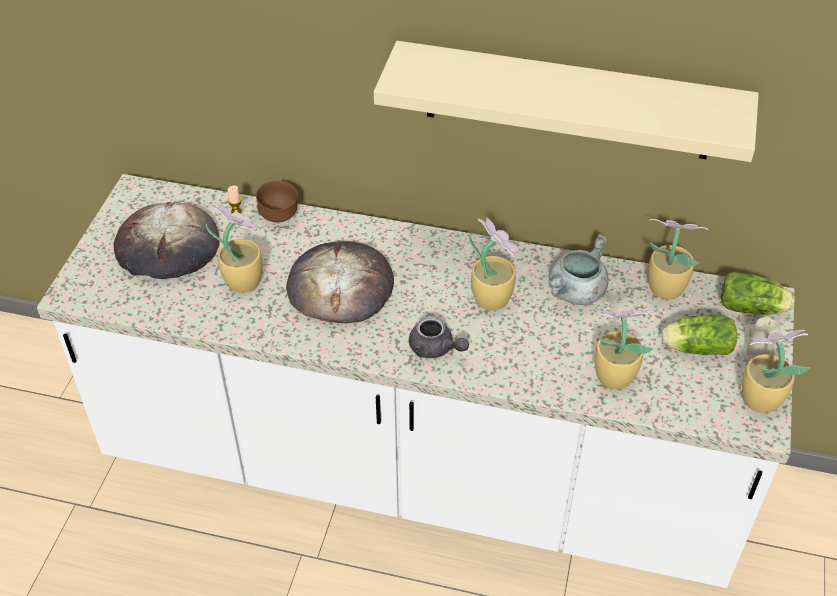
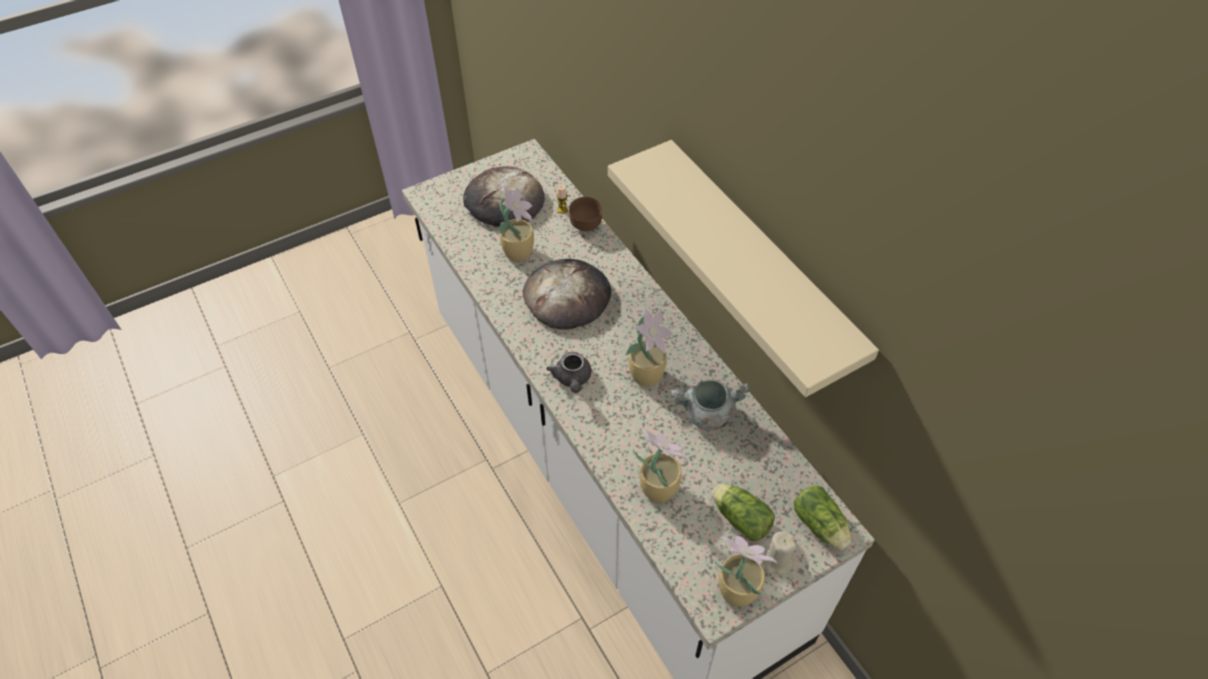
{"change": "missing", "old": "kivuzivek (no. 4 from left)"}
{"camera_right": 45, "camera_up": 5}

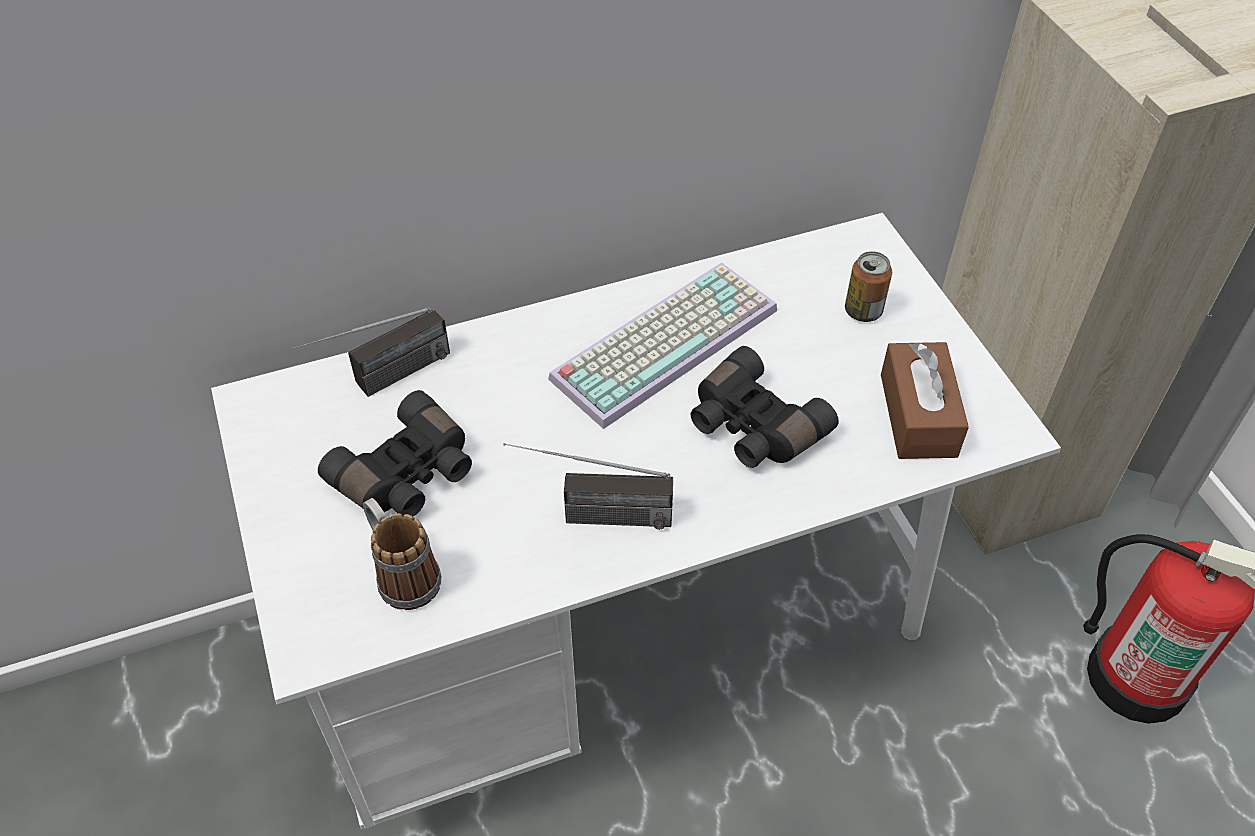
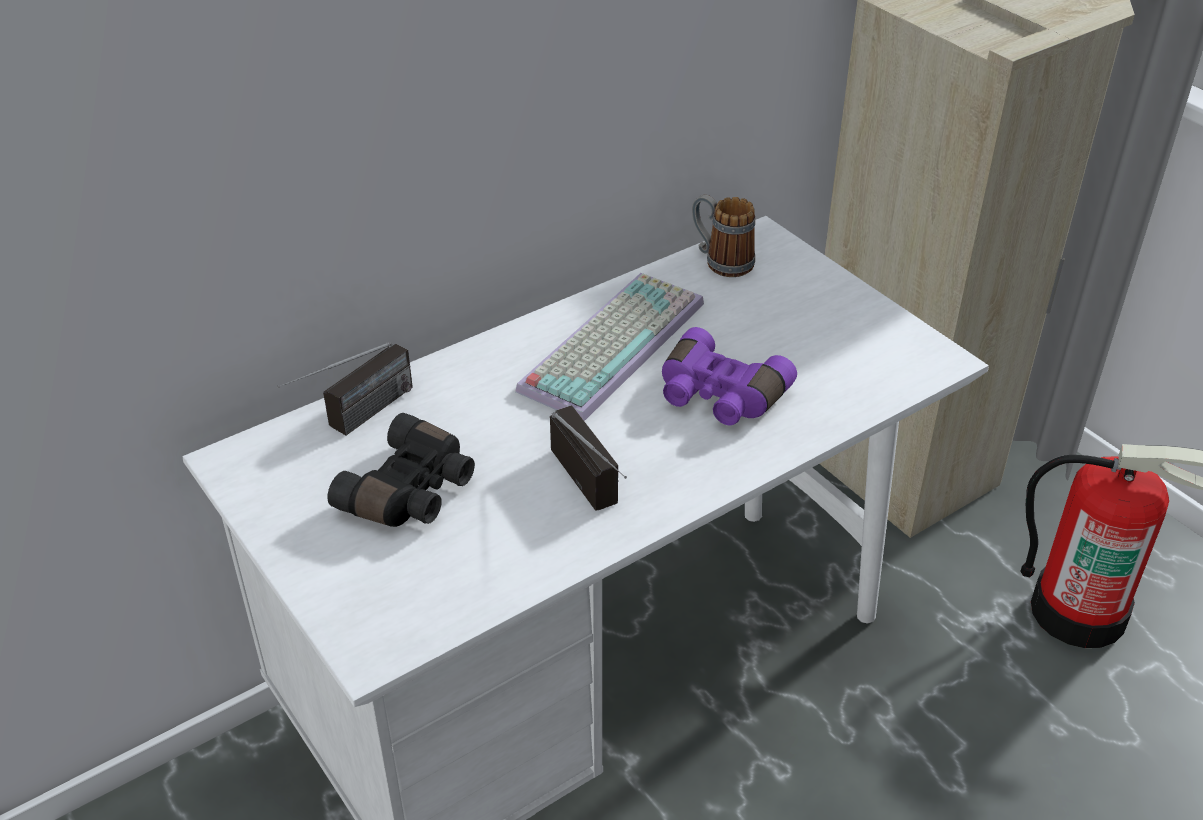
{"change": "relocated", "old": "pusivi"}
{"change": "spun", "old": "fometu (no. 2 from left)", "degrees": -105}
{"change": "colour", "old": "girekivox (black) (no. 2 from left)", "new": "girekivox (purple)"}
{"change": "missing", "old": "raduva"}
{"change": "missing", "old": "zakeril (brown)"}
{"camera_right": -15, "camera_up": -10}

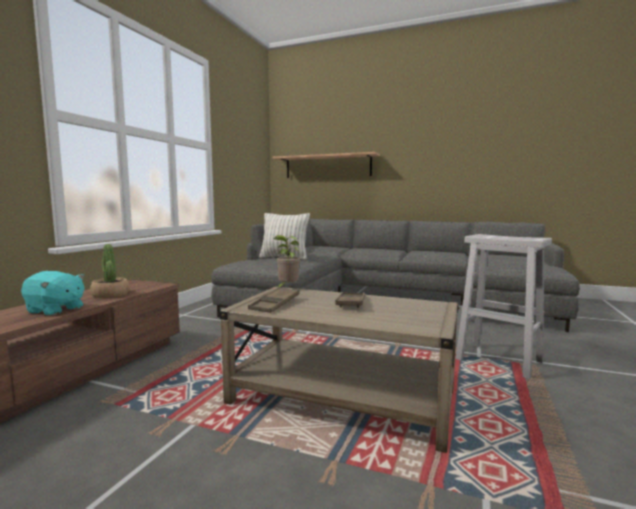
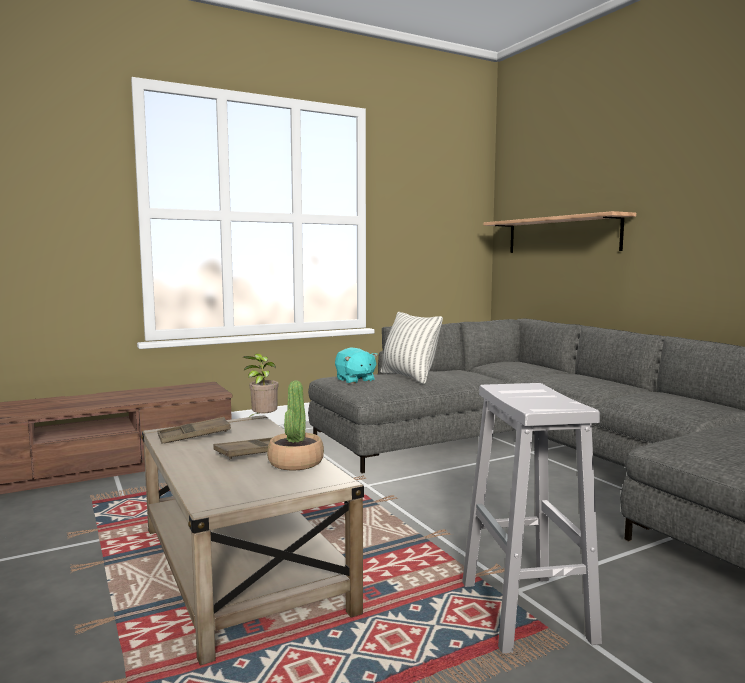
{"change": "relocated", "old": "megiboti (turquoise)"}
{"change": "relocated", "old": "kivuzivek (no. 1 from left in the first image)", "new": "kivuzivek (no. 2 from left)"}
{"camera_right": 40, "camera_up": 0}

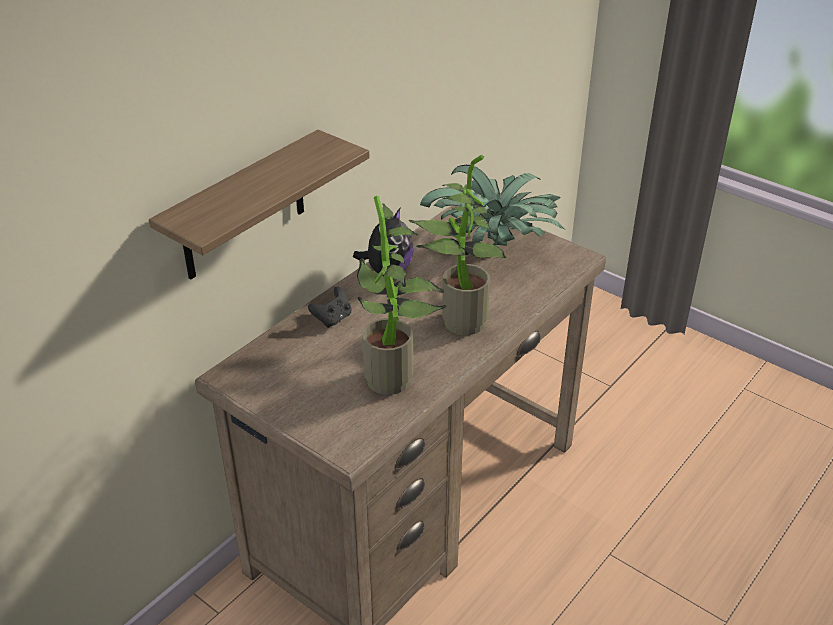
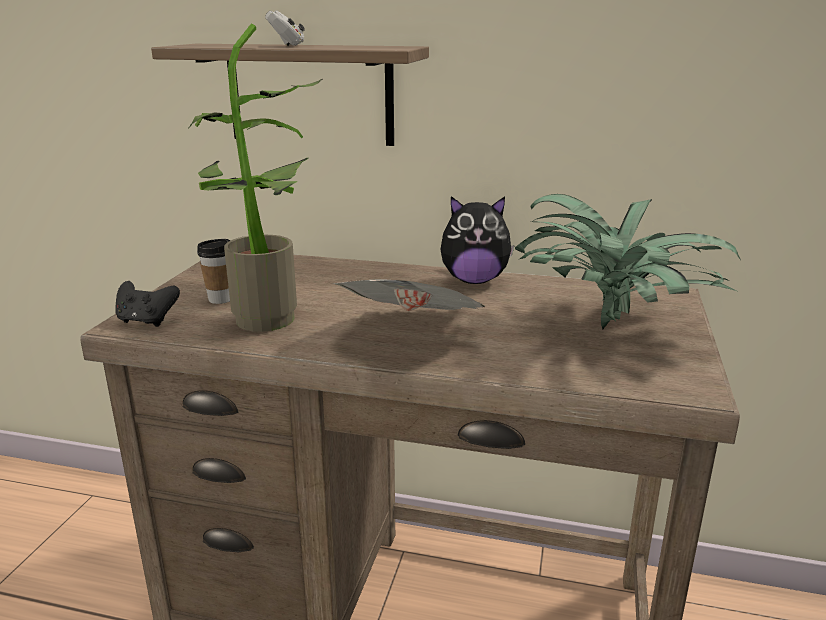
{"change": "relocated", "old": "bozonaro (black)"}
{"change": "exchanged", "old": "kivuzivek (no. 2 from left)", "new": "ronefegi"}
{"change": "appeared", "new": "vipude"}
{"change": "appeared", "new": "bozonaro (white)"}
{"camera_right": 65, "camera_up": -15}

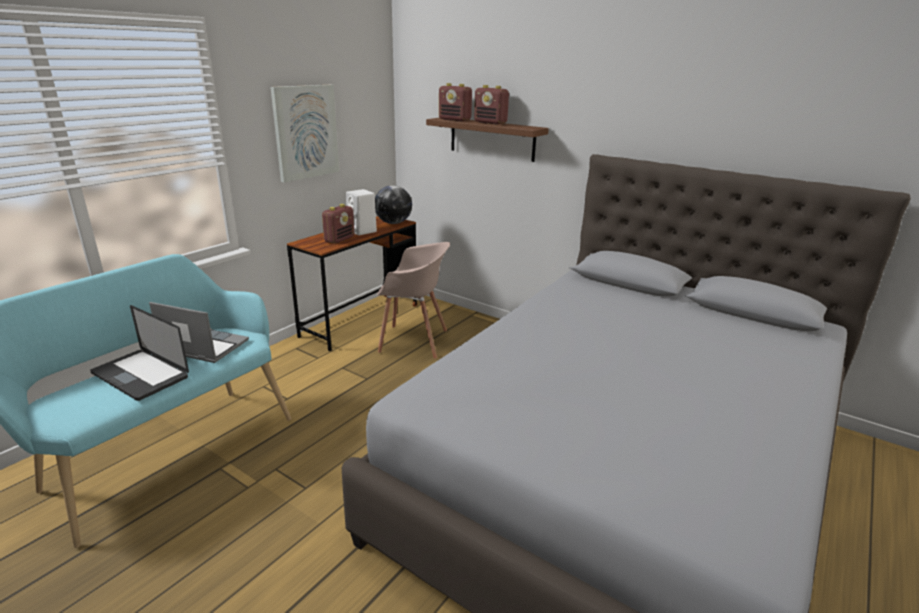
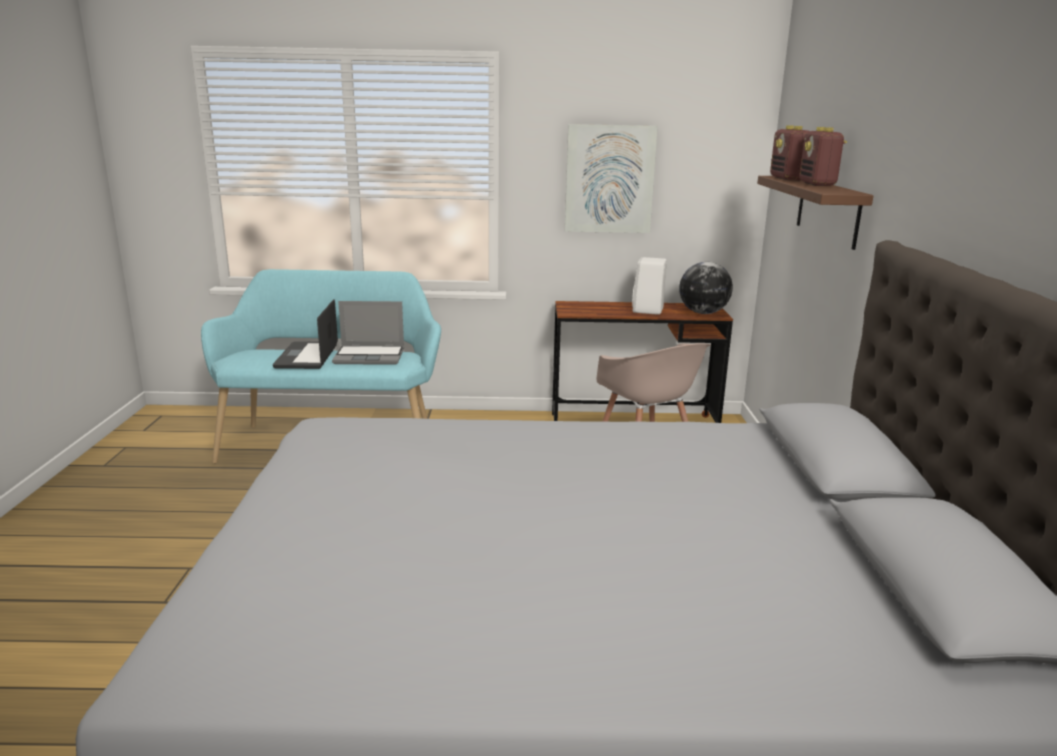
{"change": "spun", "old": "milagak (no. 2 from left)", "degrees": 105}
{"change": "missing", "old": "fometu (no. 1 from left)"}
{"camera_right": 55, "camera_up": -5}

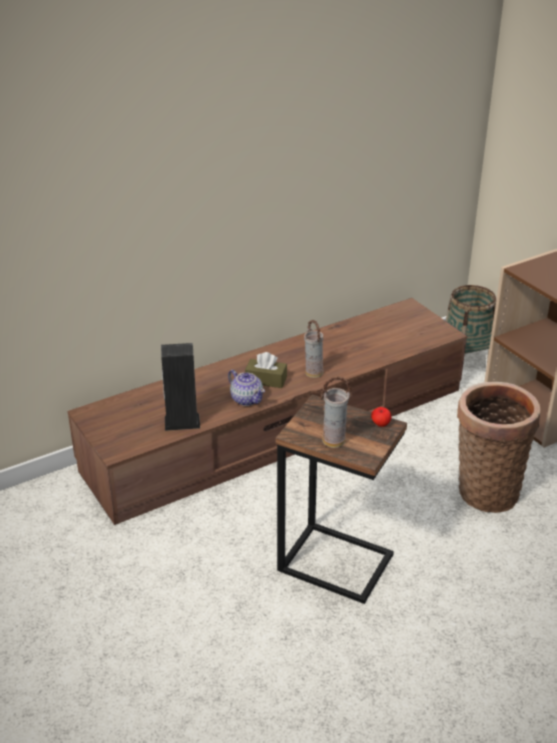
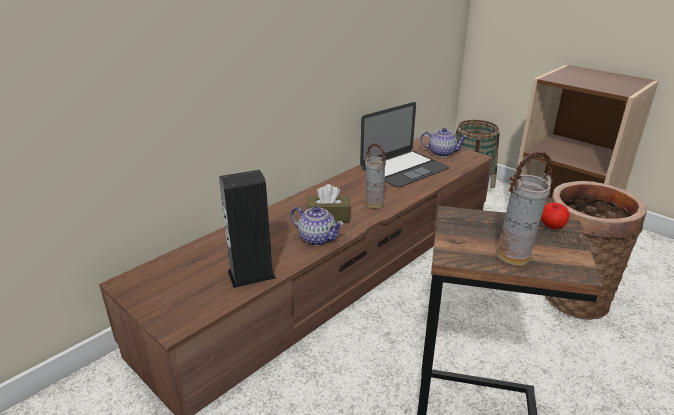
{"change": "appeared", "new": "milagak"}
{"change": "appeared", "new": "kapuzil (no. 2 from left)"}
{"camera_right": -15, "camera_up": -5}

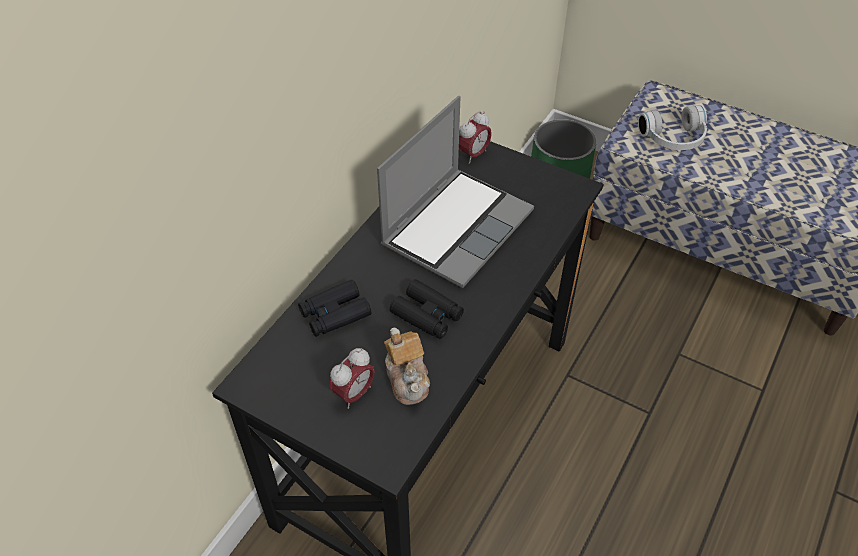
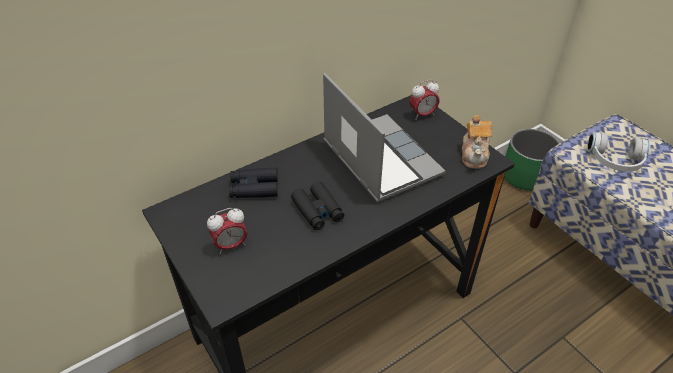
{"change": "spun", "old": "milagak", "degrees": -90}
{"change": "relocated", "old": "kapuzil"}
{"camera_right": 25, "camera_up": -5}

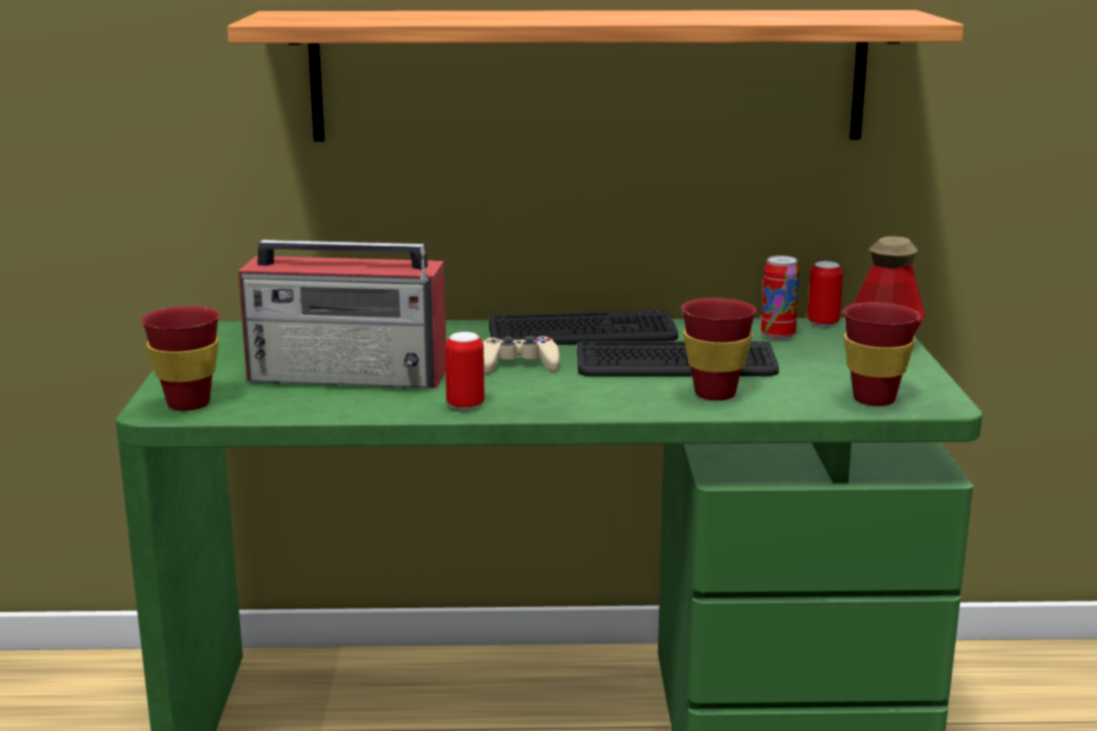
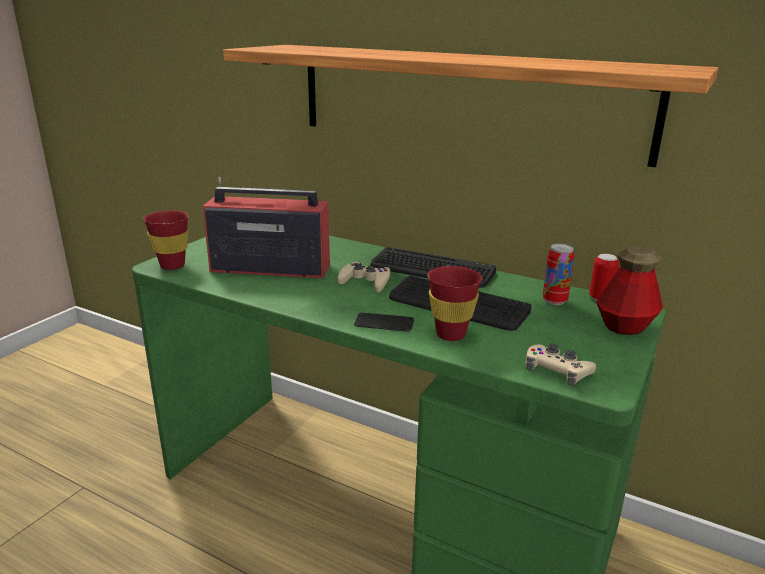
{"change": "spun", "old": "fometu", "degrees": 150}
{"change": "missing", "old": "raduva (no. 1 from left)"}
{"change": "exchanged", "old": "vipude (red) (no. 3 from left)", "new": "bozonaro (beige) (no. 2 from left)"}
{"change": "appeared", "new": "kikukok"}
{"camera_right": 30, "camera_up": 5}

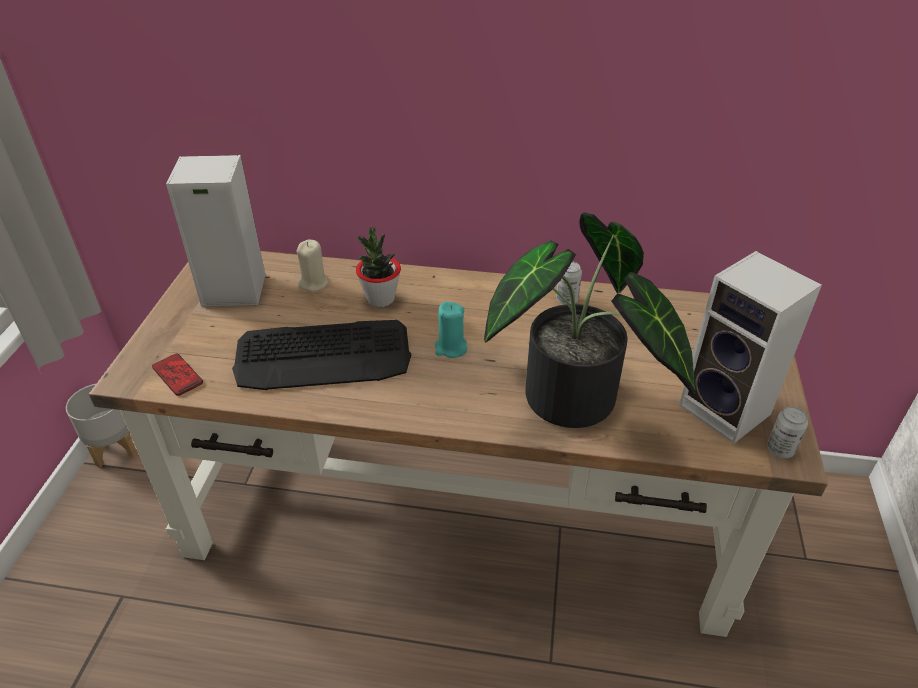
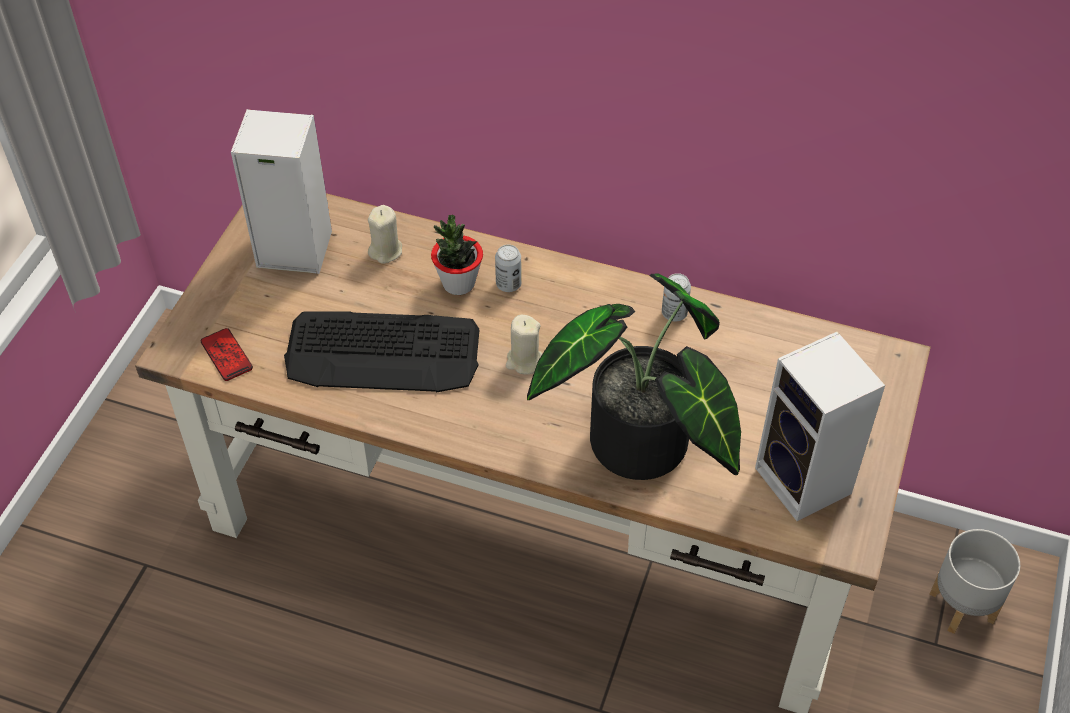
{"change": "relocated", "old": "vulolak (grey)"}
{"change": "colour", "old": "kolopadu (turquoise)", "new": "kolopadu (beige) (no. 2 from left)"}
{"change": "relocated", "old": "raduva (no. 2 from left in the first image)", "new": "raduva (no. 1 from left)"}
{"camera_right": 10, "camera_up": 10}

